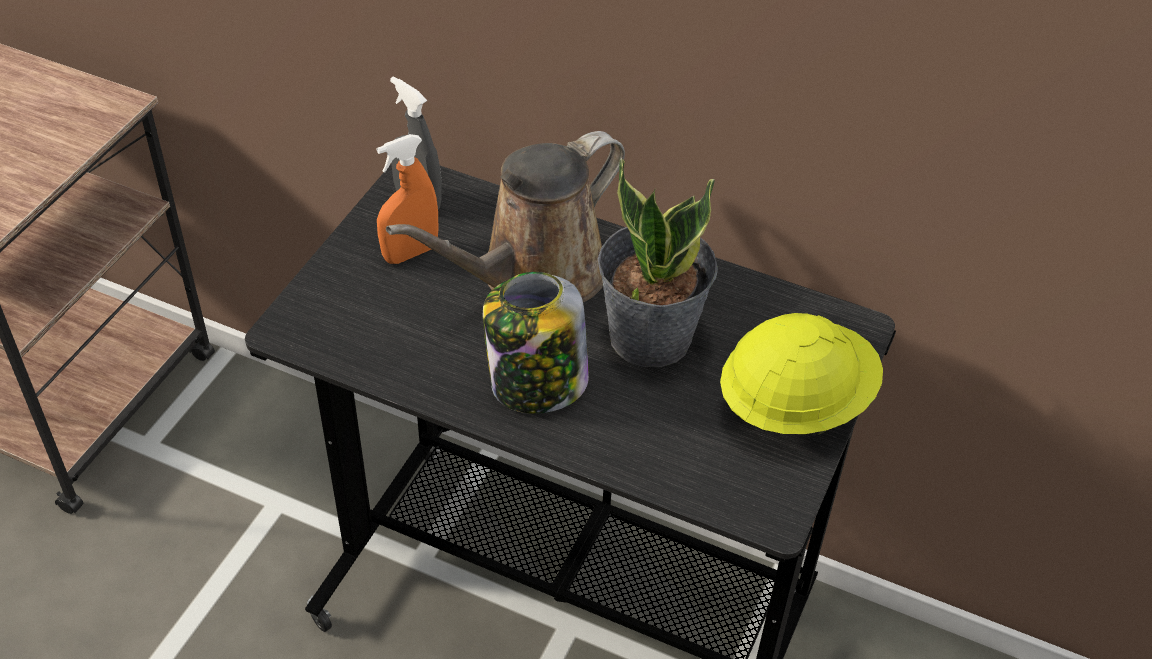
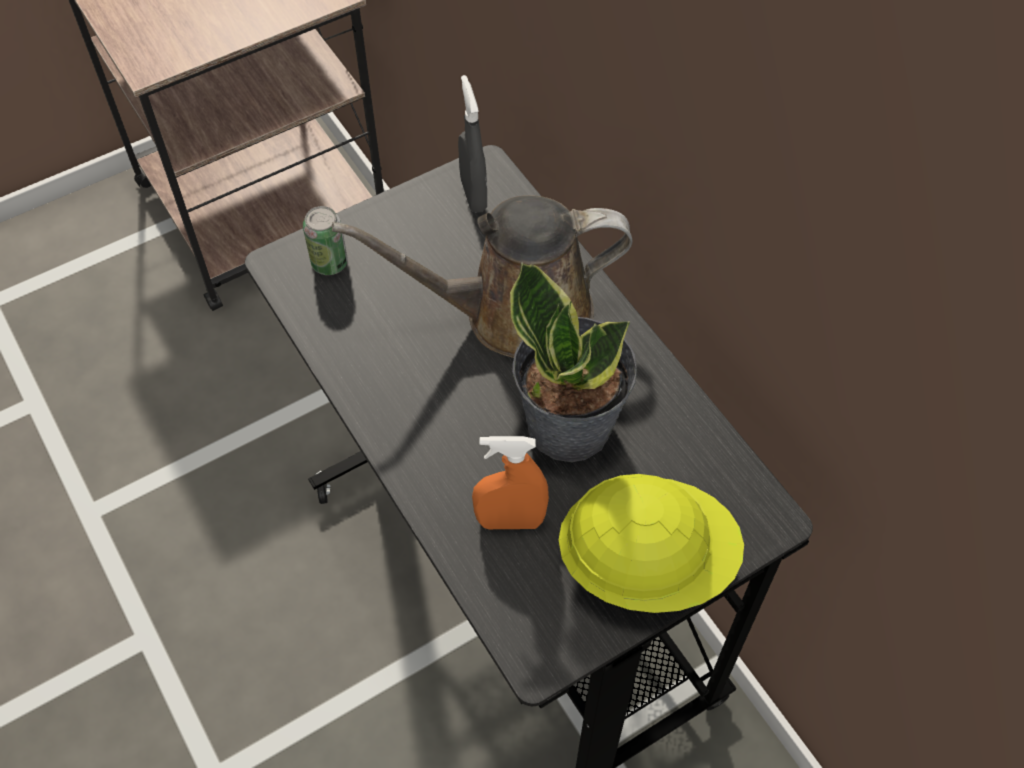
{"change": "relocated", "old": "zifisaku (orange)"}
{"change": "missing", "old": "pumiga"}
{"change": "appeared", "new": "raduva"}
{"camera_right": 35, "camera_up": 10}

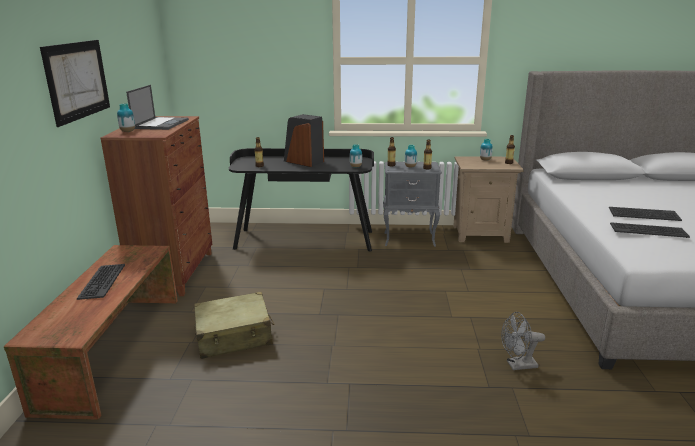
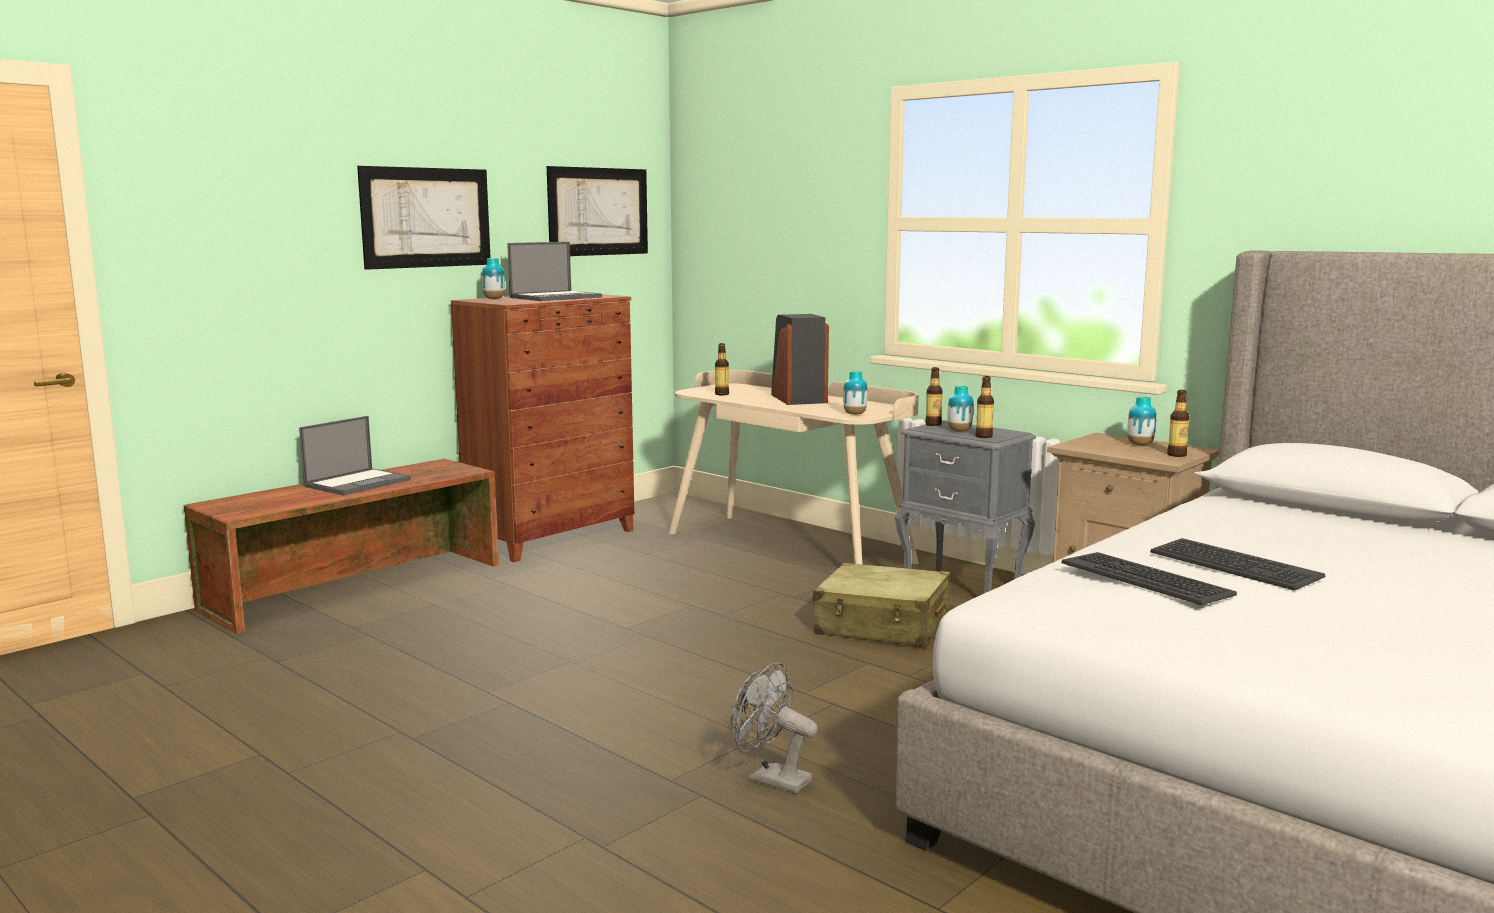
{"change": "exchanged", "old": "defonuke (no. 1 from left)", "new": "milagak (no. 1 from left)"}
{"change": "relocated", "old": "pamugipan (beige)"}
{"change": "colour", "old": "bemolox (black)", "new": "bemolox (beige)"}
{"change": "appeared", "new": "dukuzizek (no. 2 from left)"}
{"camera_right": 40, "camera_up": -10}

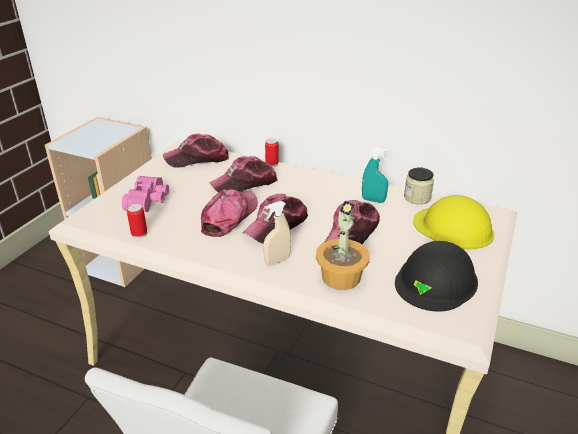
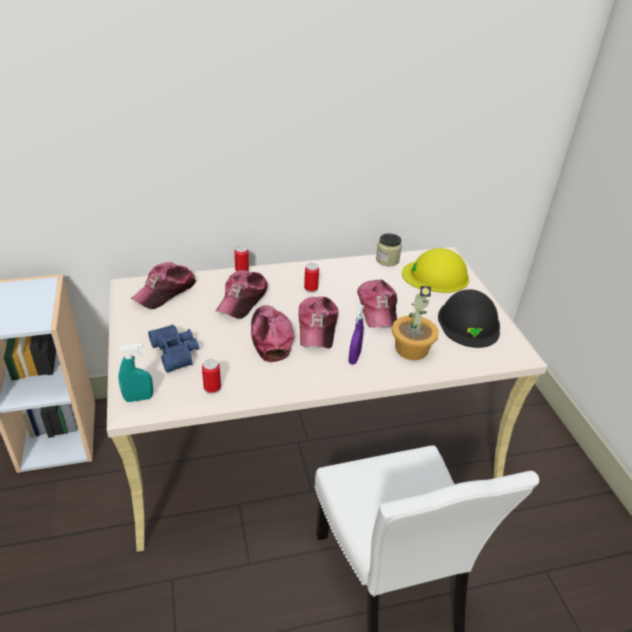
{"change": "colour", "old": "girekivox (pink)", "new": "girekivox (blue)"}
{"change": "colour", "old": "zifisaku (beige)", "new": "zifisaku (purple)"}
{"change": "relocated", "old": "zifisaku (turquoise)"}
{"change": "appeared", "new": "raduva (no. 3 from left)"}
{"camera_right": -40, "camera_up": 5}

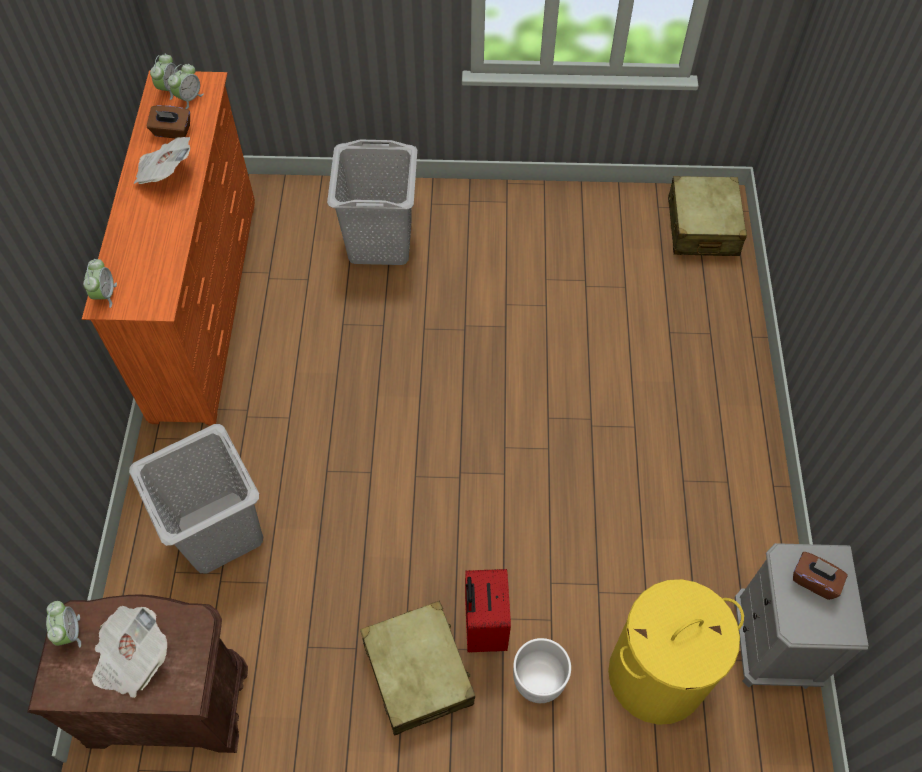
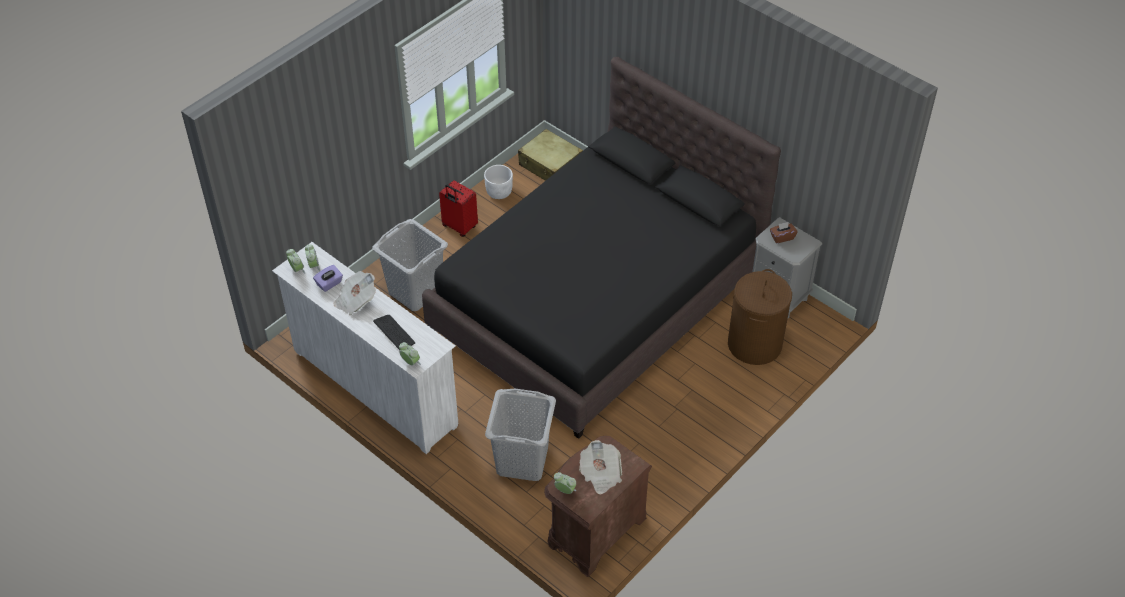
{"change": "colour", "old": "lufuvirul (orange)", "new": "lufuvirul (white)"}
{"change": "colour", "old": "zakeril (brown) (no. 1 from left)", "new": "zakeril (purple)"}
{"change": "missing", "old": "pamugipan (beige) (no. 1 from left)"}
{"change": "relocated", "old": "pamugipan (red)"}
{"change": "relocated", "old": "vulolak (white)"}
{"change": "colour", "old": "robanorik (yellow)", "new": "robanorik (brown)"}
{"change": "appeared", "new": "defonuke"}
{"change": "appeared", "new": "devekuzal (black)"}
{"camera_right": -50, "camera_up": -10}

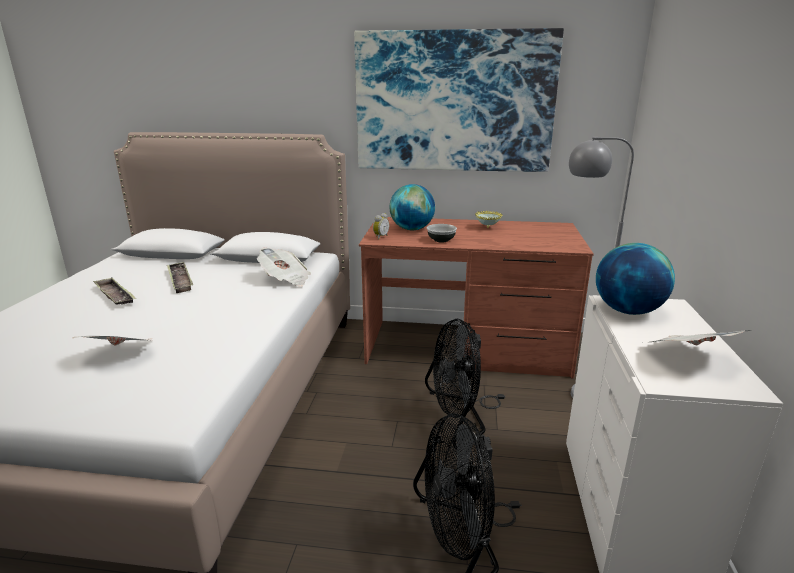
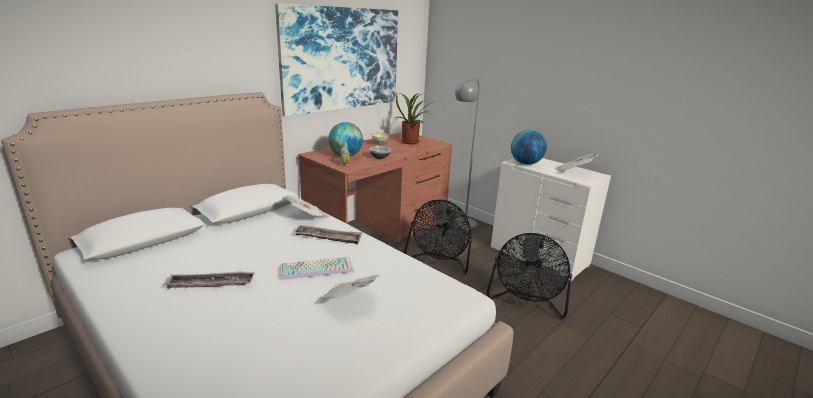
{"change": "relocated", "old": "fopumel (no. 2 from left)"}
{"change": "appeared", "new": "defonuke"}
{"change": "appeared", "new": "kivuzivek"}
{"camera_right": -55, "camera_up": 0}

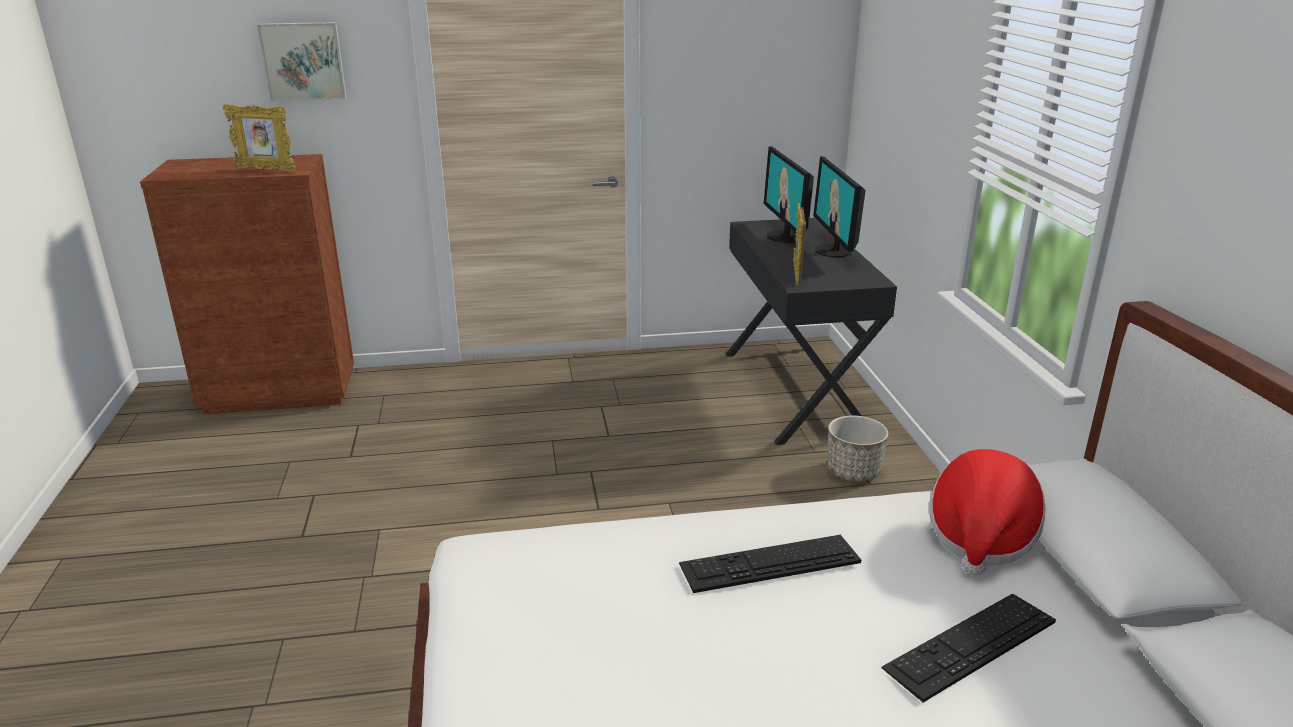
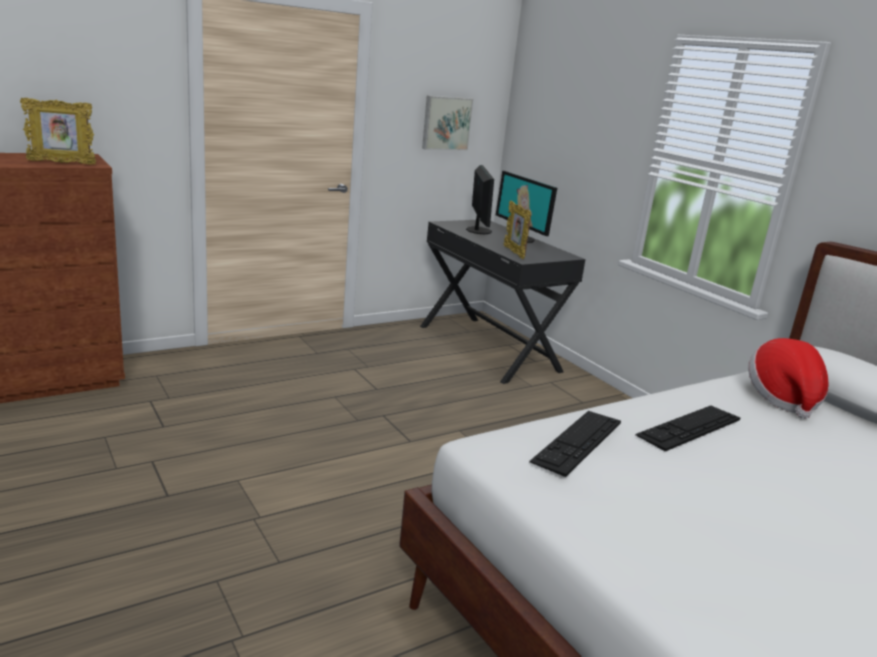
{"change": "relocated", "old": "dukuzizek"}
{"change": "spun", "old": "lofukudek (no. 1 from left)", "degrees": -150}
{"change": "missing", "old": "vulolak"}
{"change": "relocated", "old": "defonuke (no. 2 from left in the first image)", "new": "defonuke (no. 1 from left)"}
{"camera_right": -25, "camera_up": -5}

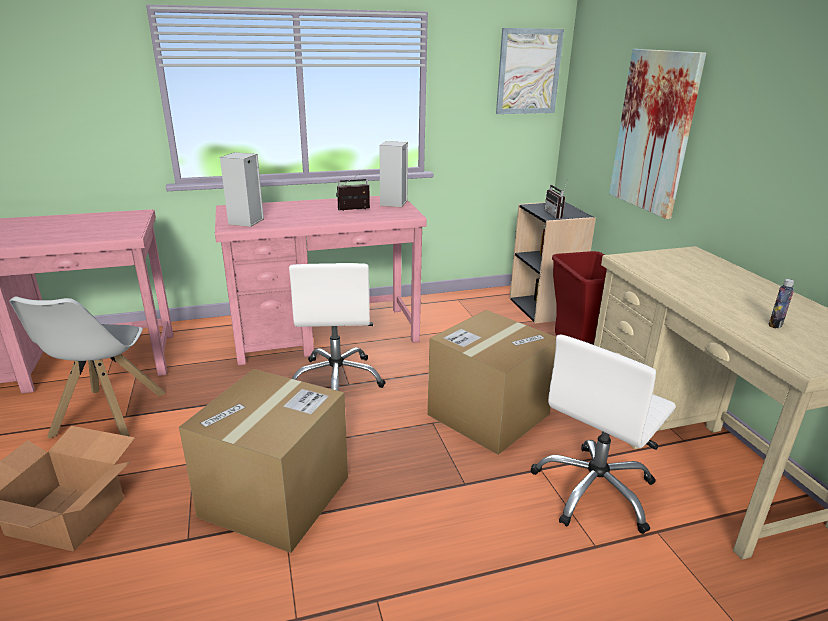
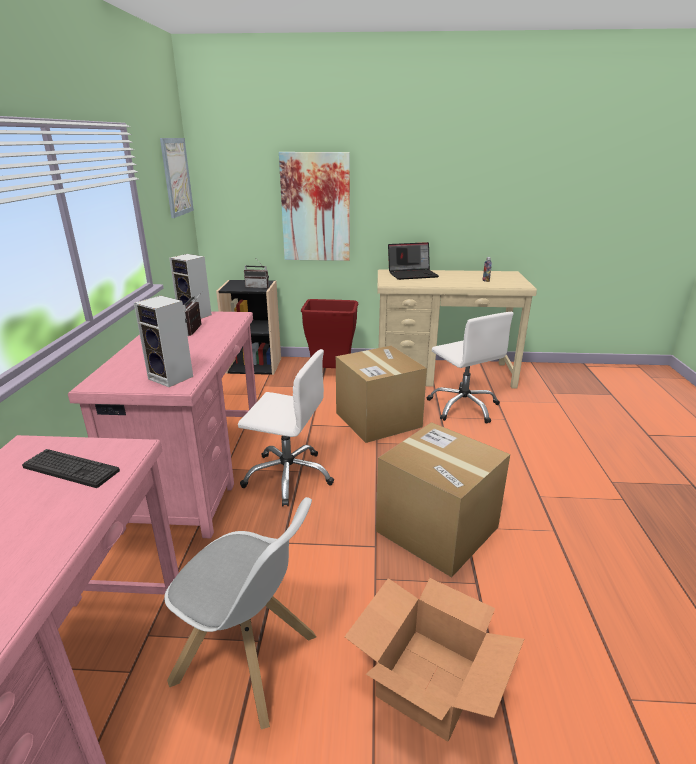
{"change": "appeared", "new": "defonuke"}
{"change": "appeared", "new": "milagak"}
{"camera_right": -70, "camera_up": 0}

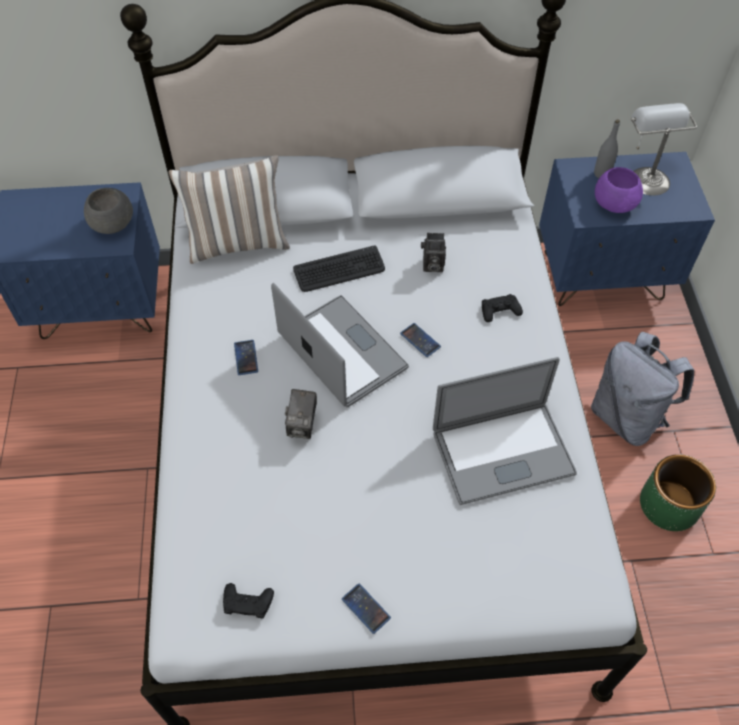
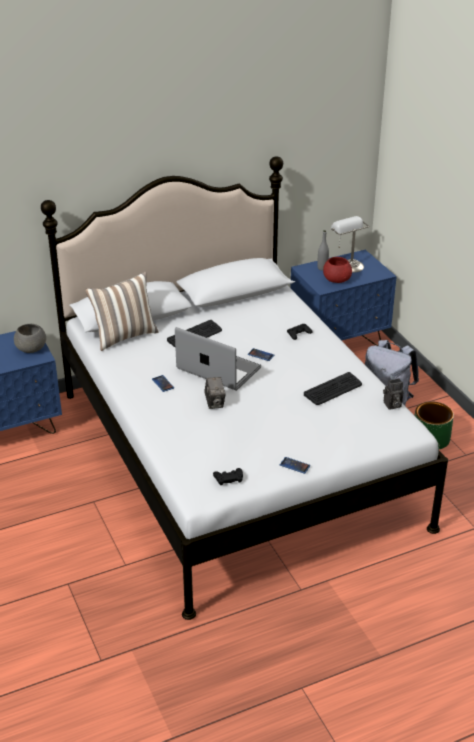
{"change": "relocated", "old": "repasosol (no. 2 from left)"}
{"change": "exchanged", "old": "milagak (no. 2 from left)", "new": "defonuke (no. 2 from left)"}
{"change": "colour", "old": "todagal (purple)", "new": "todagal (red)"}
{"camera_right": -20, "camera_up": -20}

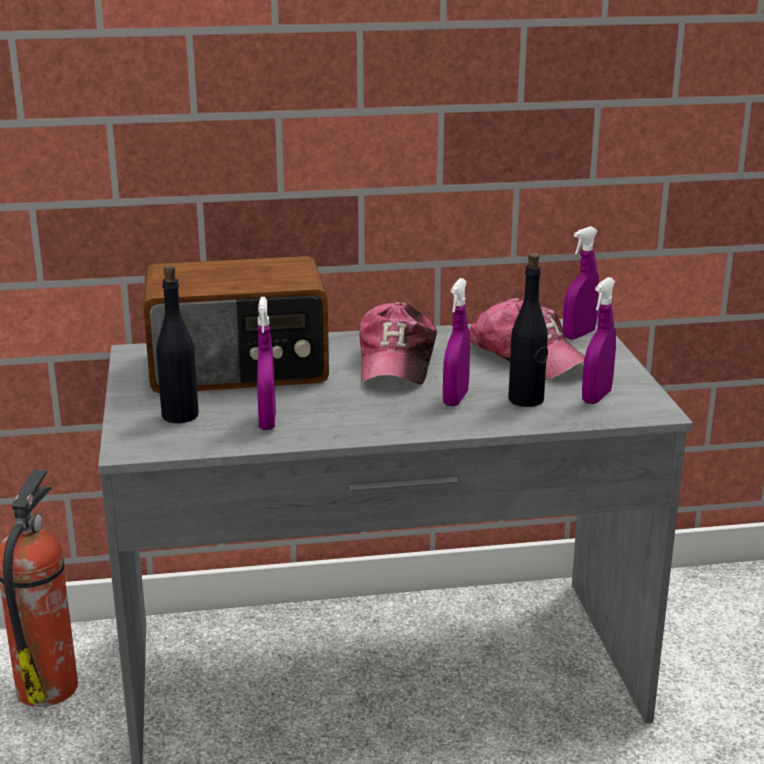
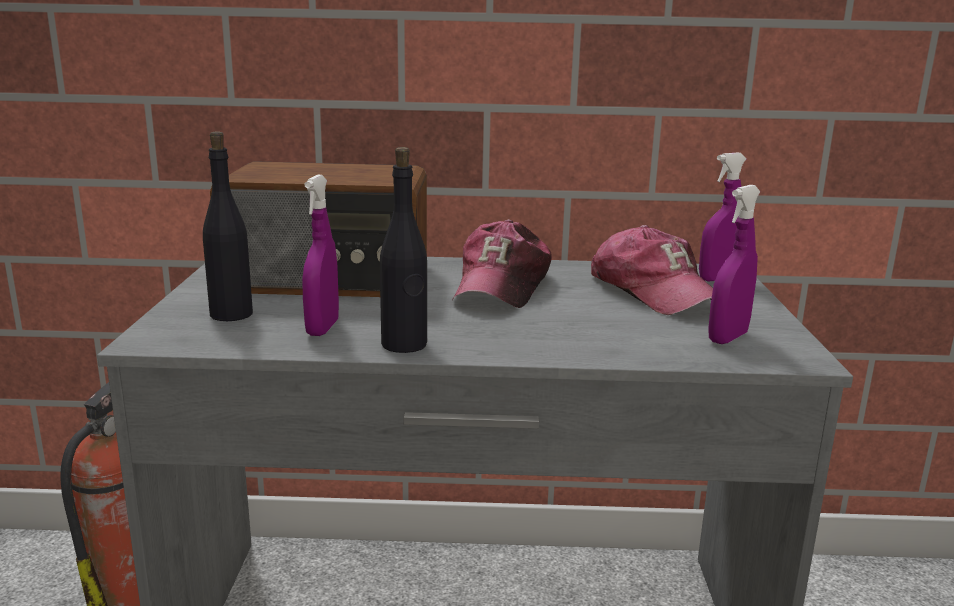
{"change": "missing", "old": "zifisaku (purple) (no. 2 from left)"}
{"change": "relocated", "old": "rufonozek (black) (no. 2 from left)"}
{"camera_right": 10, "camera_up": -5}

